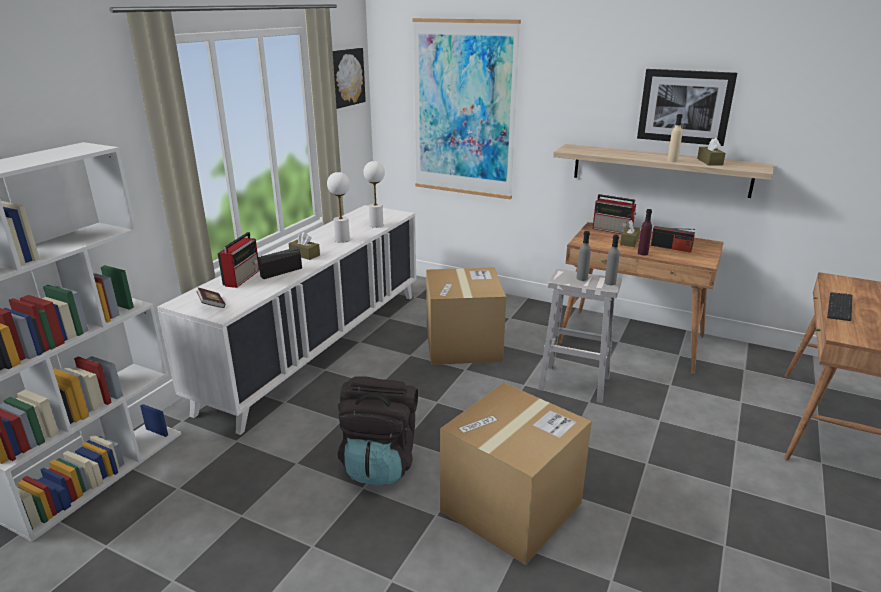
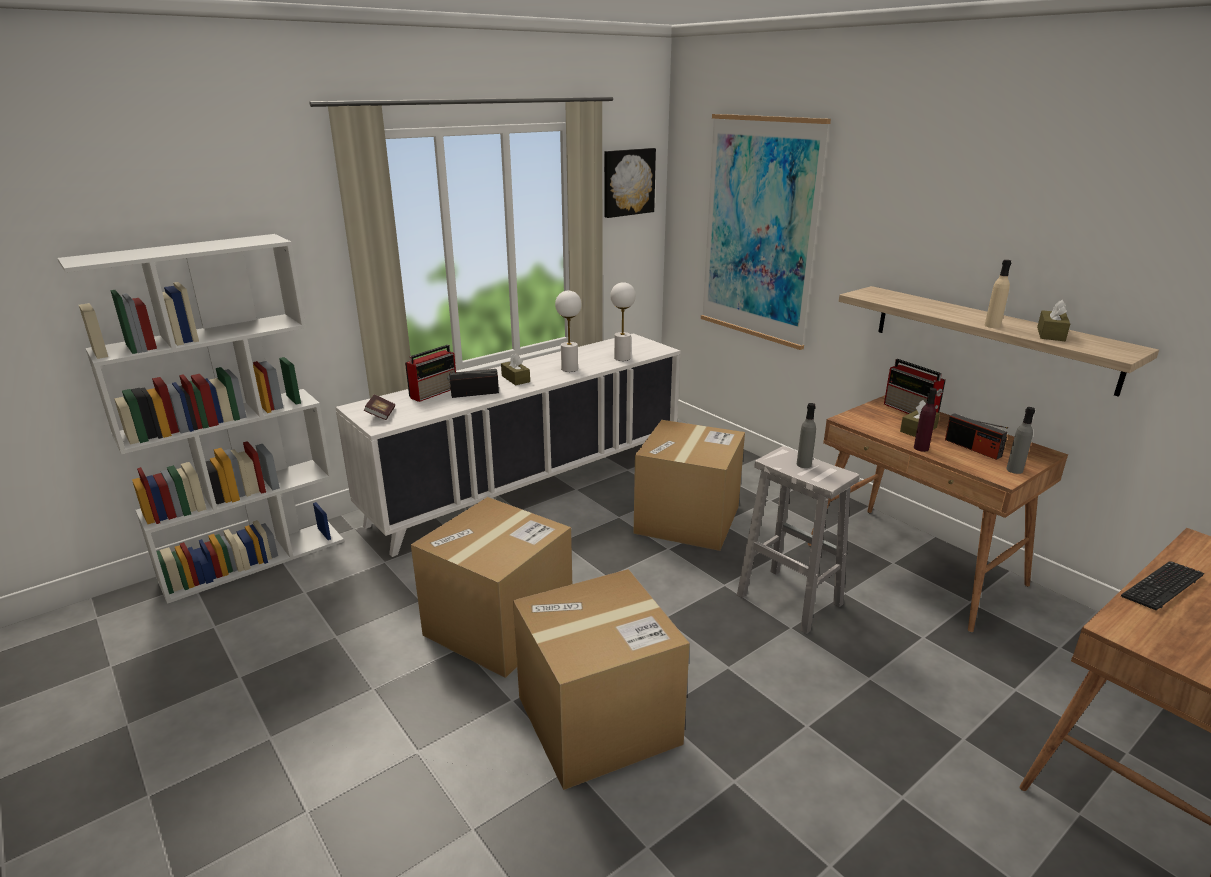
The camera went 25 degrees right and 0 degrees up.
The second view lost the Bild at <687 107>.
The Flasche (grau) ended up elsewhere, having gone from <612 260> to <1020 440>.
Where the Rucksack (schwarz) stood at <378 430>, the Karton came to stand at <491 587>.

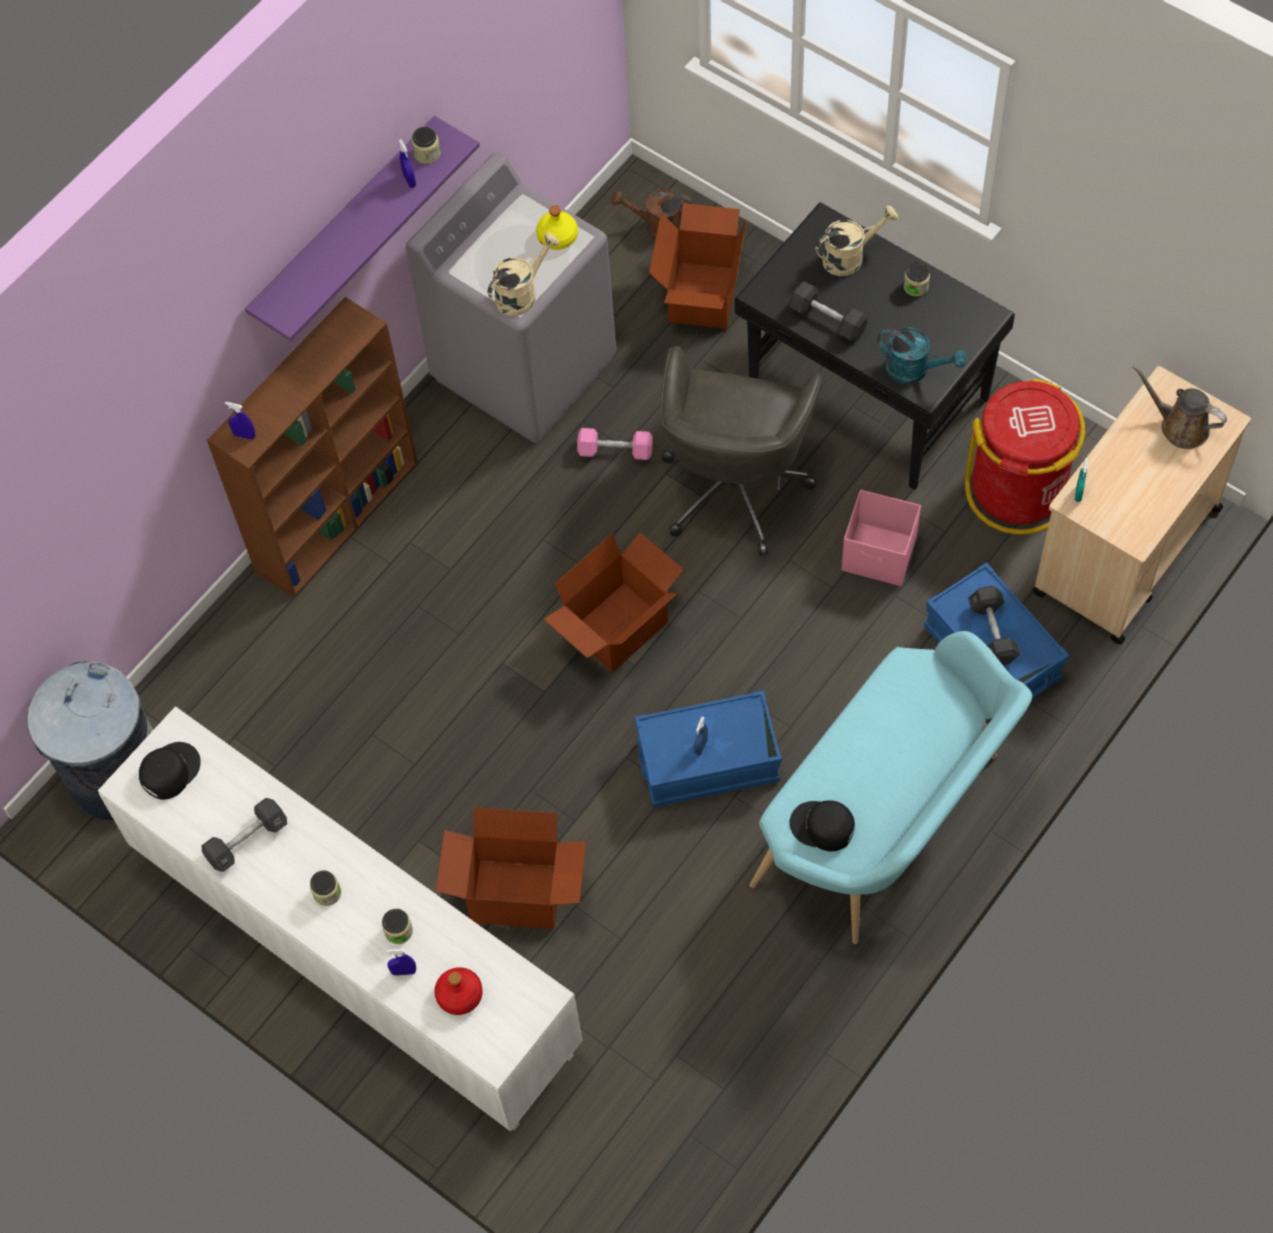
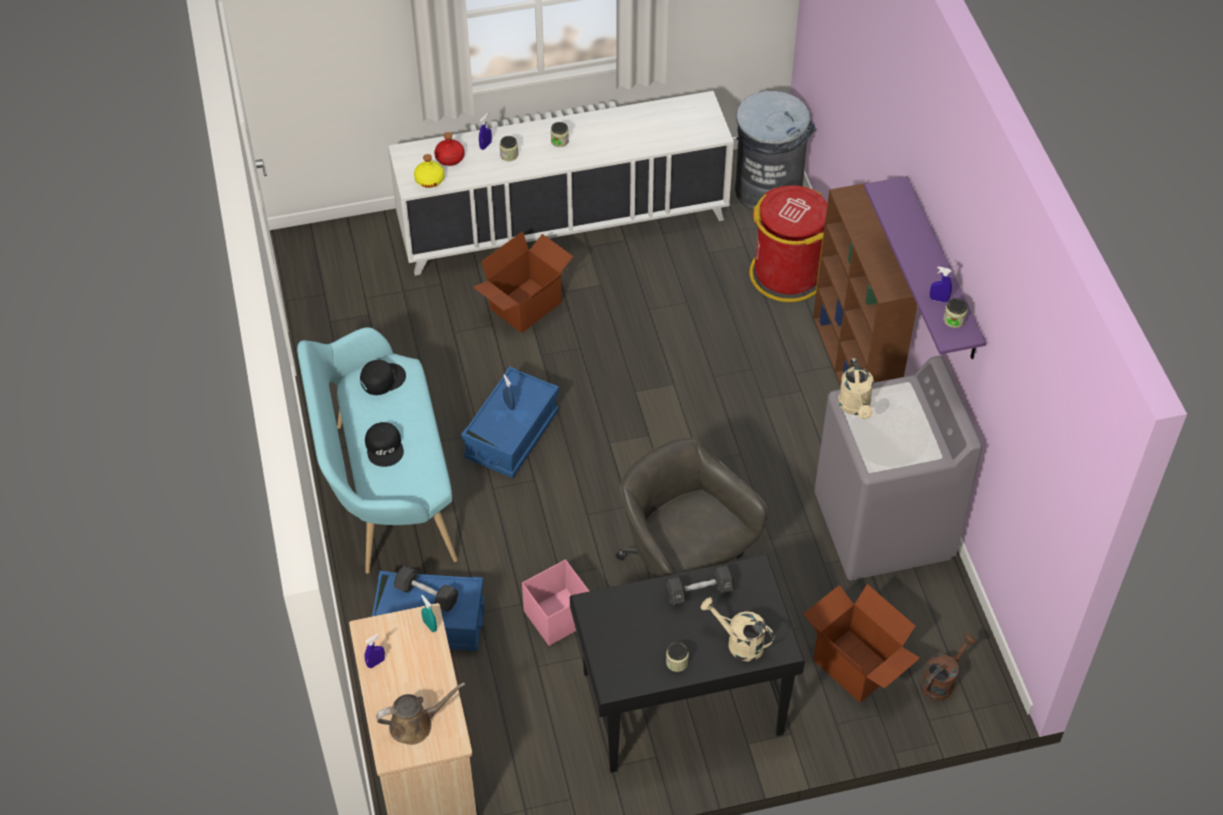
The camera went 125 degrees right and 10 degrees down.
The second view lost the Hantel (schwarz) at <244 835>.
The second view lost the Karton at <614 602>.
The second view lost the Hantel (rosa) at <615 444>.
The second view lost the Gießkanne (türkis) at <921 355>.
The Kappe (schwarz) ended up elsewhere, having gone from <170 771> to <384 444>.
The Sprühflasche (blau) ended up elsewhere, having gone from <240 421> to <374 651>.
The Flasche (gelb) ended up elsewhere, having gone from <557 227> to <429 171>.
The Mülleimer (rot) ended up elsewhere, having gone from <1025 456> to <788 243>.
The Gießkanne (beige) at <856 240> ended up facing another way, 105 degrees clockwise from before.

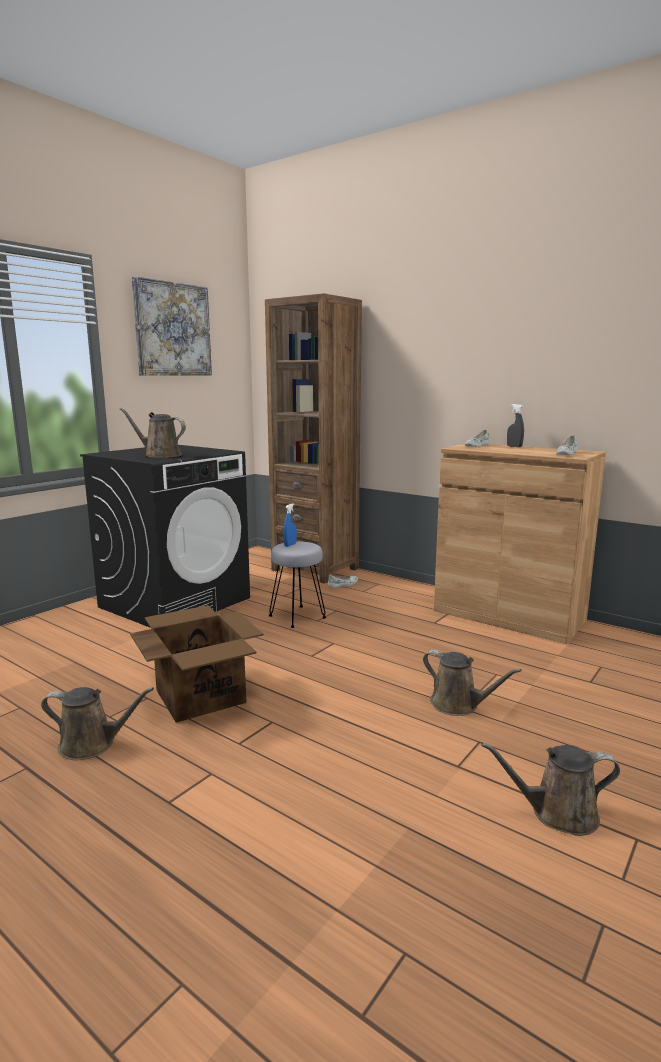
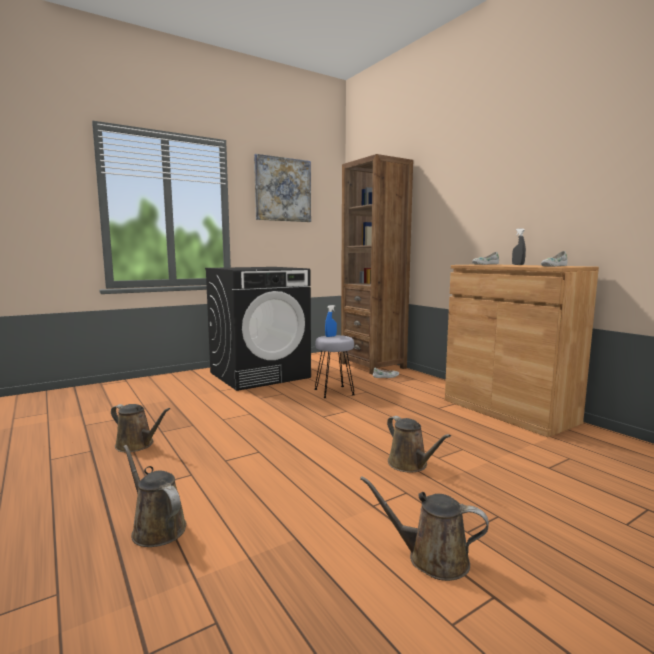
The camera went 20 degrees right and 5 degrees down.
The second view lost the Karton at <197 664>.
The Gießkanne (braun) ended up elsewhere, having gone from <153 433> to <154 496>.

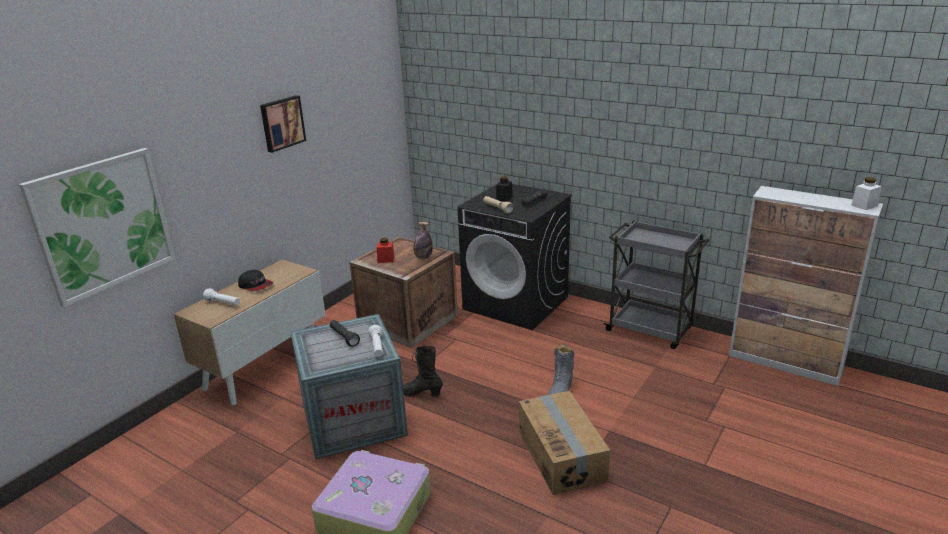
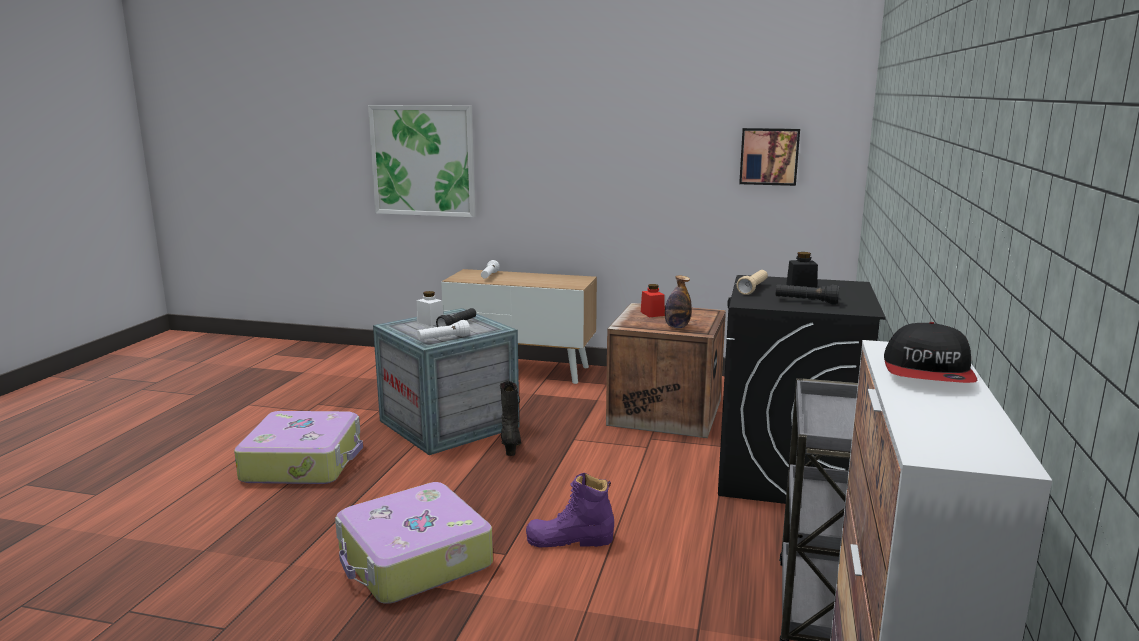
The camera went 70 degrees right and 10 degrees down.
The Kappe ended up elsewhere, having gone from <255 280> to <930 352>.
The Bild ended up elsewhere, having gone from <283 124> to <769 157>.
The Vorratsglas (weiß) ended up elsewhere, having gone from <866 193> to <430 308>.
Where the Karton stood at <564 443>, the Koffer came to stand at <414 542>.
What was the Stiefel (grau) at <561 369> turned into the Stiefel (lila) at <570 510>.

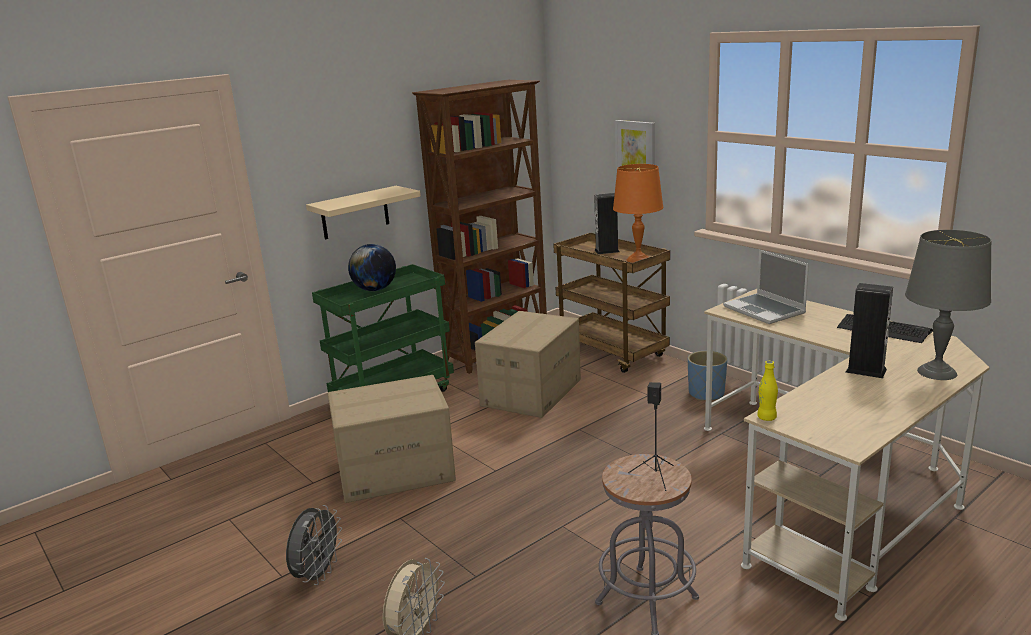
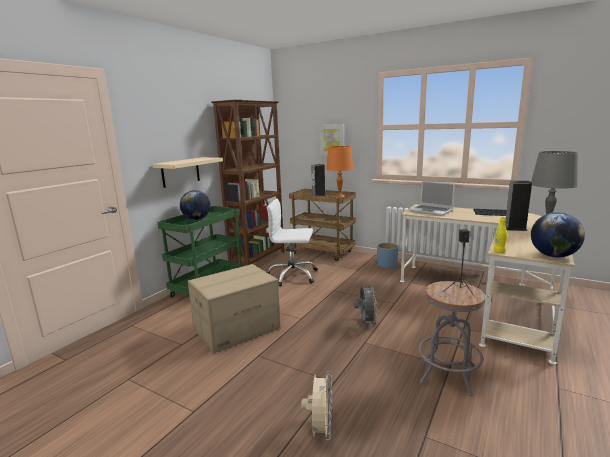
The camera went 20 degrees left and 5 degrees down.
The second view gained the Globus at <558 235>.
The Ventilator (grau) ended up elsewhere, having gone from <314 545> to <366 304>.
Where the Karton stood at <528 364>, the Bürostuhl (weiß) came to stand at <292 242>.

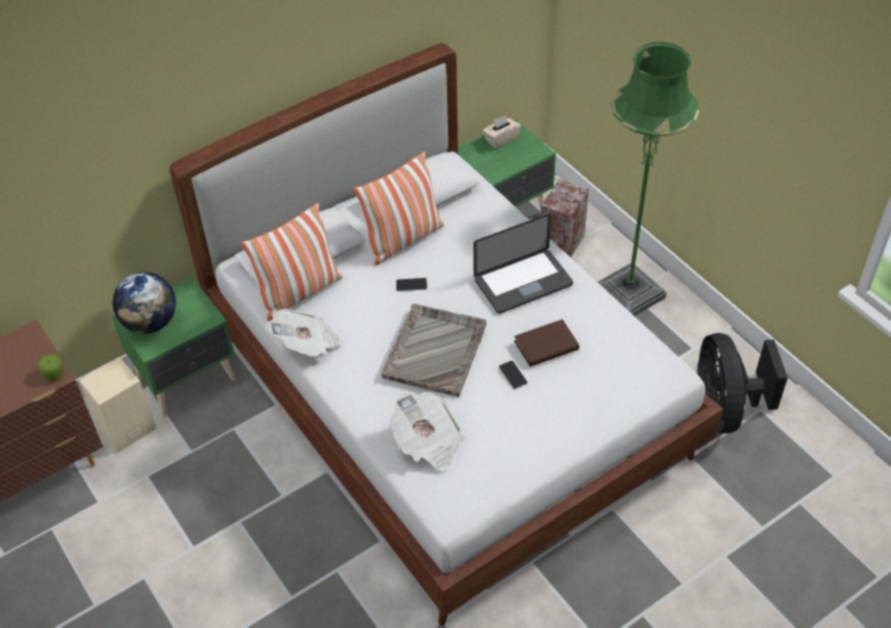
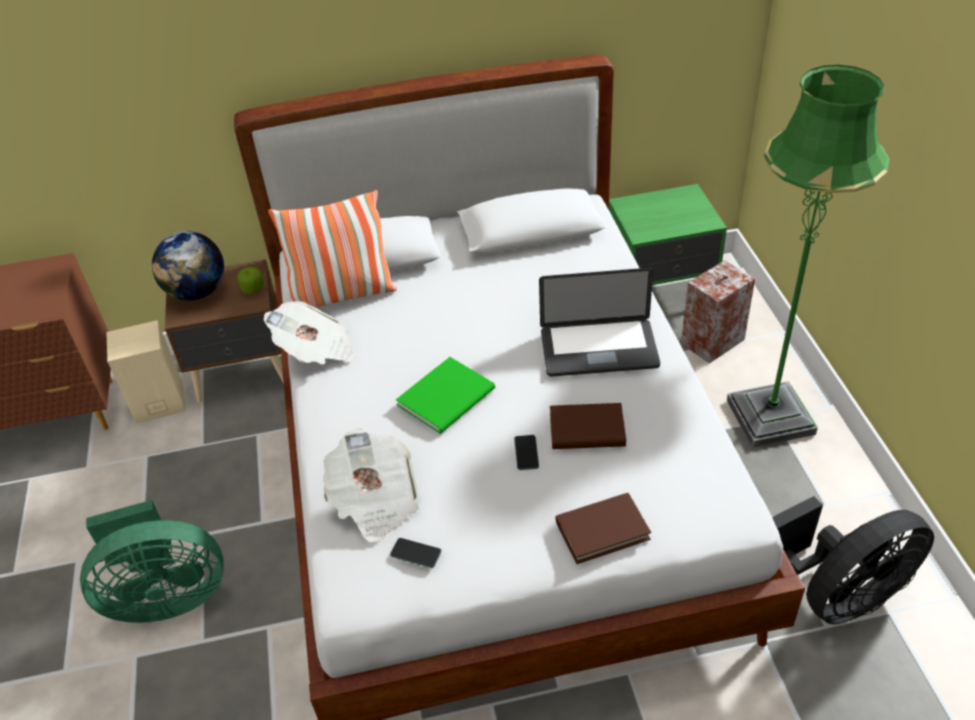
The camera went 25 degrees right and 5 degrees down.
The second view lost the Kissen at <398 208>.
The second view lost the Taschentuchbox (beige) at <502 132>.
The second view gained the Ventilator (grün) at <152 561>.
The second view gained the Buch (braun) at <603 528>.
The Apfel ended up elsewhere, having gone from <50 367> to <250 280>.
The Handy ended up elsewhere, having gone from <411 284> to <416 553>.
Where the Tablett (grau) stood at <434 350>, the Buch (grün) came to stand at <445 395>.
What was the Nachttisch (grün) at <174 347> turned into the Nachttisch (braun) at <224 331>.
The Ventilator (schwarz) at <742 383> ended up facing another way, 135 degrees counterclockwise from before.

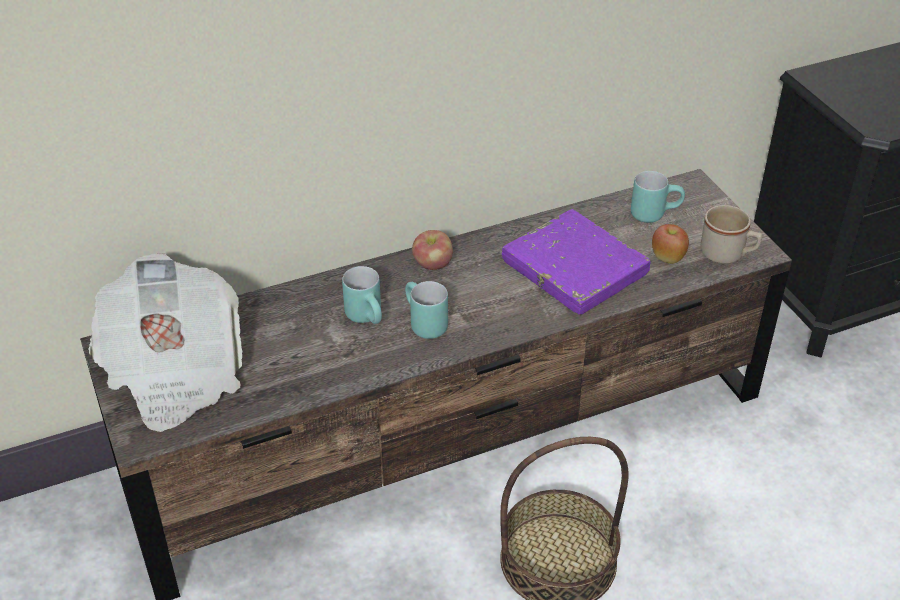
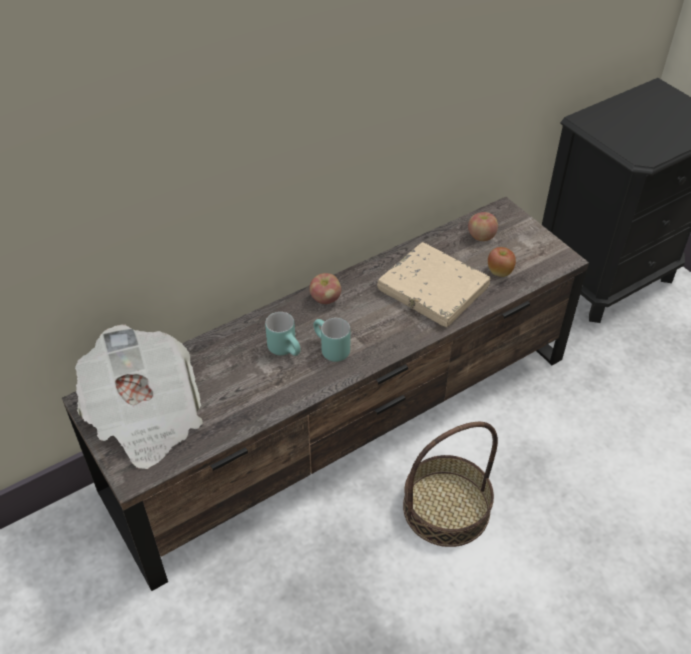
The camera went 10 degrees left and 5 degrees up.
The second view lost the Henkelbecher (beige) at <731 234>.
Where the Henkelbecher (türkis) stood at <658 197>, the Apfel came to stand at <483 226>.
What was the Buch (lila) at <576 262> turned into the Buch (beige) at <434 285>.

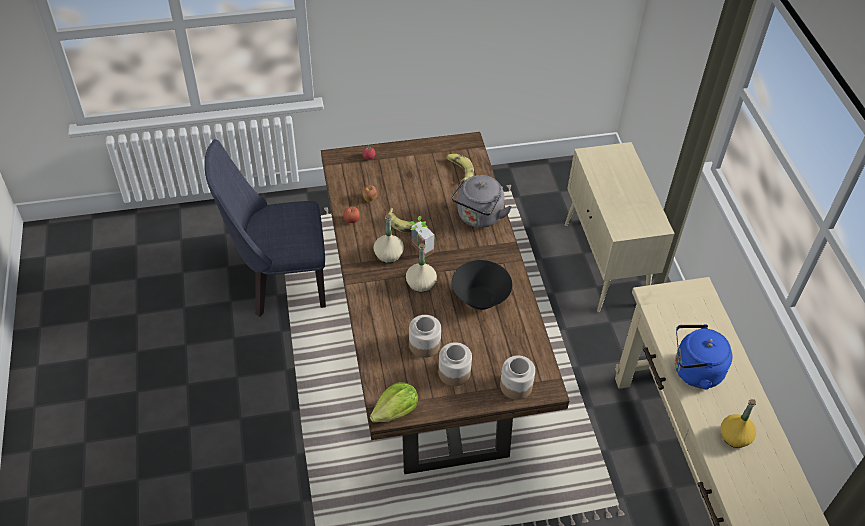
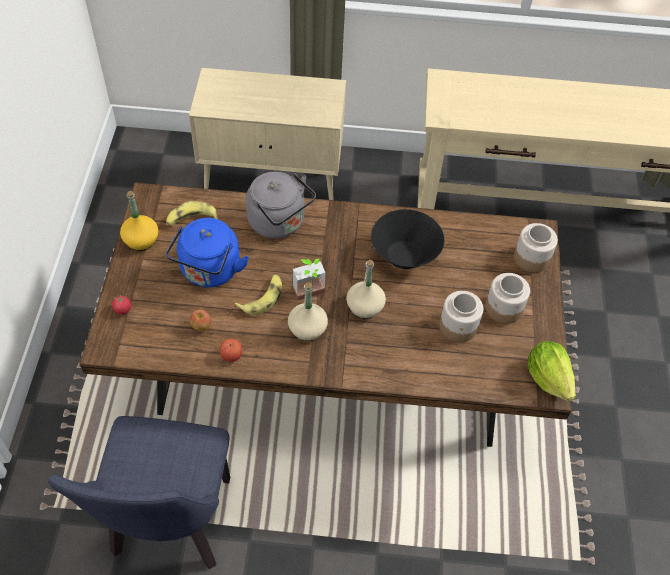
The camera went 75 degrees left and 5 degrees up.
The Wasserkessel (blau) ended up elsewhere, having gone from <703 356> to <207 252>.
The Flasche (gelb) ended up elsewhere, having gone from <738 423> to <139 221>.

